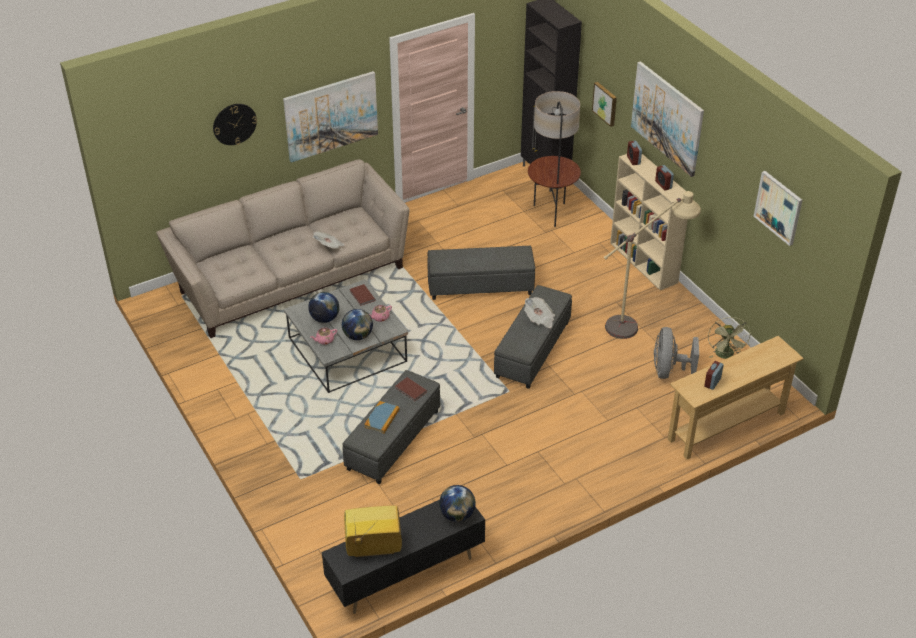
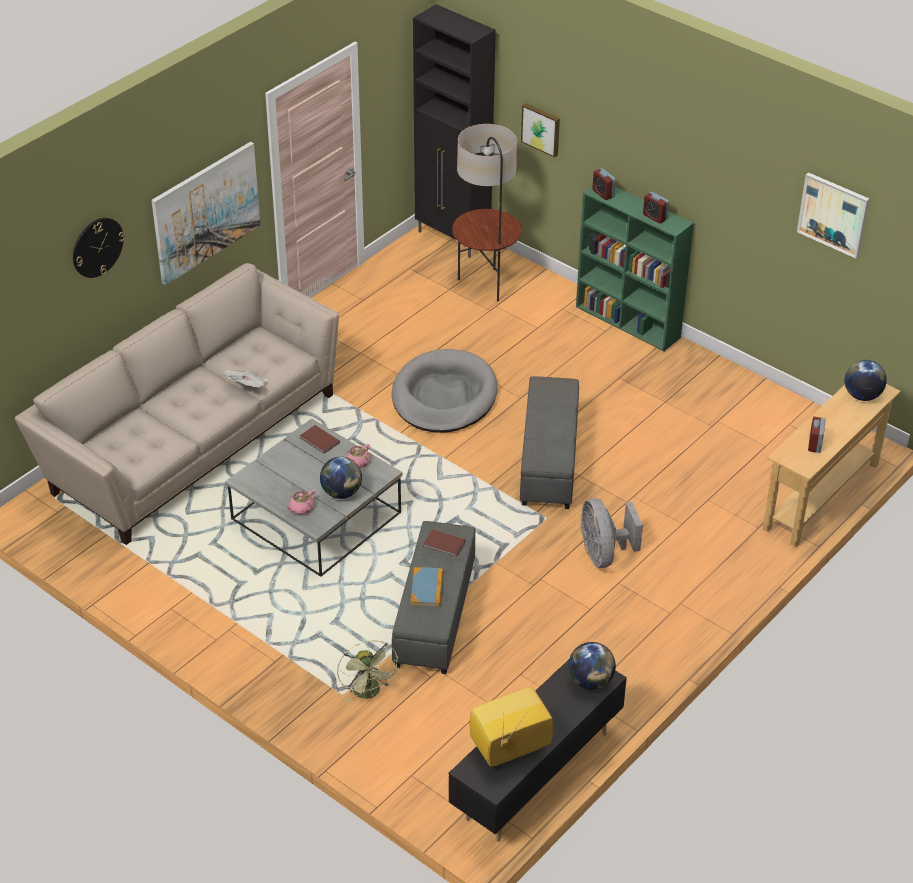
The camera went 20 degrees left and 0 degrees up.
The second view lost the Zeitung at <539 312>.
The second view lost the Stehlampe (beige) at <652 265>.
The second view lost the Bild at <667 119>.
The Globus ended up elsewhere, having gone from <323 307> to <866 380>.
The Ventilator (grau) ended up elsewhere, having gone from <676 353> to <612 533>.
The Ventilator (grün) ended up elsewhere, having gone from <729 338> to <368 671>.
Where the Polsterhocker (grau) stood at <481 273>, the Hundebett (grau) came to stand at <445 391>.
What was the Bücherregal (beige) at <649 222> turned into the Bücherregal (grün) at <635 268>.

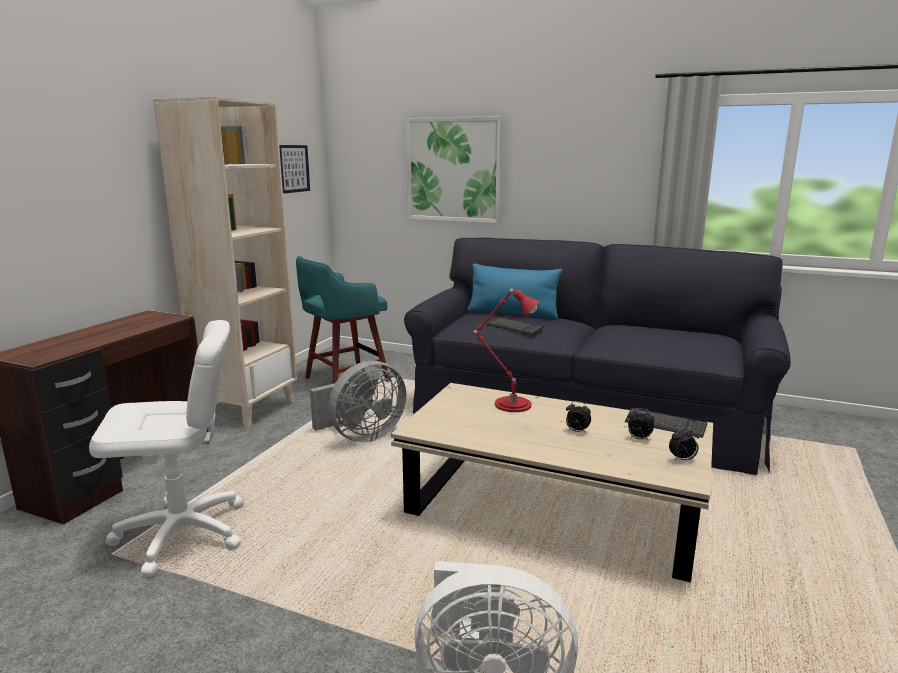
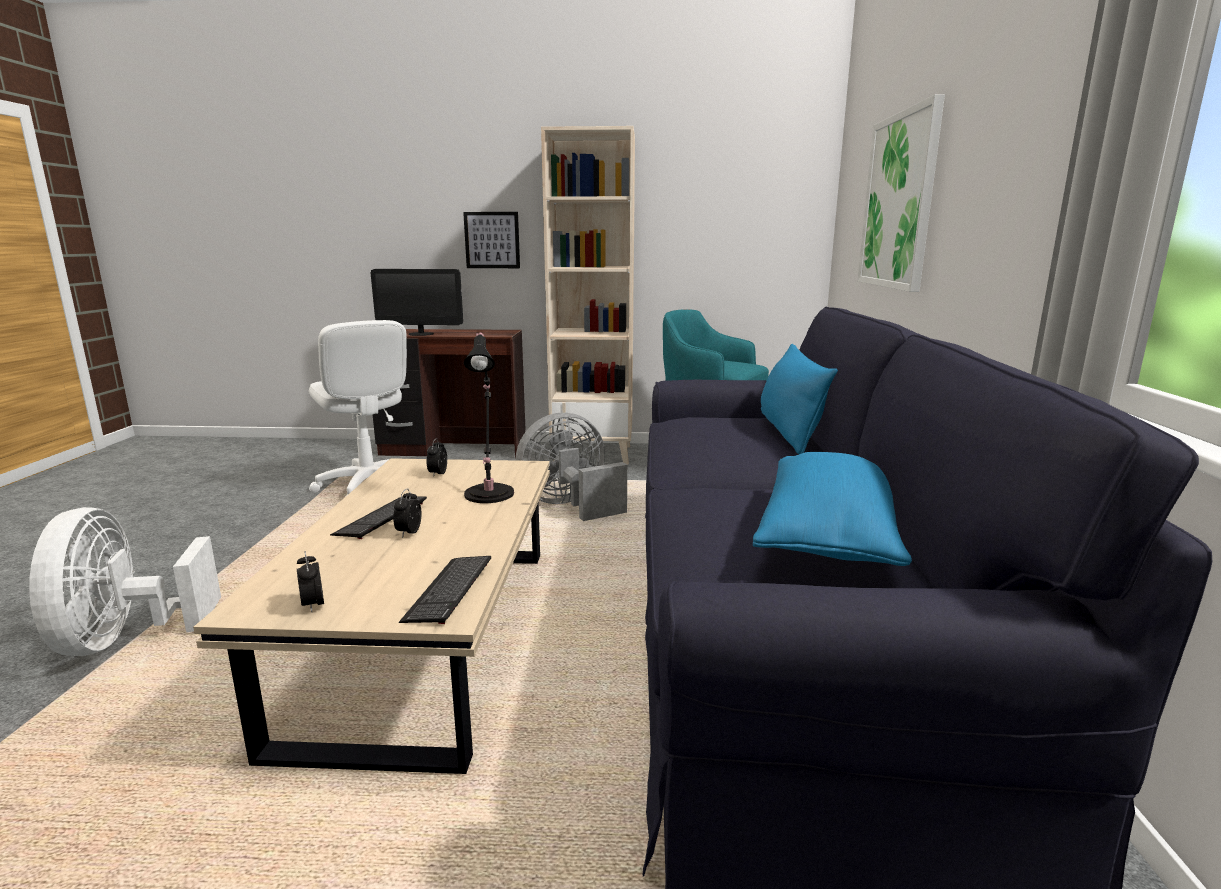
The camera went 70 degrees right and 0 degrees up.
The second view gained the Monitor at <417 302>.
The second view gained the Kissen (blau) at <832 509>.
The Bild ended up elsewhere, having gone from <294 169> to <491 240>.
The Tastatur ended up elsewhere, having gone from <515 326> to <378 518>.
The Wecker ended up elsewhere, having gone from <641 424> to <437 458>.
What was the Tischlampe (rot) at <506 350> turned into the Tischlampe (schwarz) at <489 418>.
The Ventilator (grau) at <358 401> ended up facing another way, 120 degrees clockwise from before.

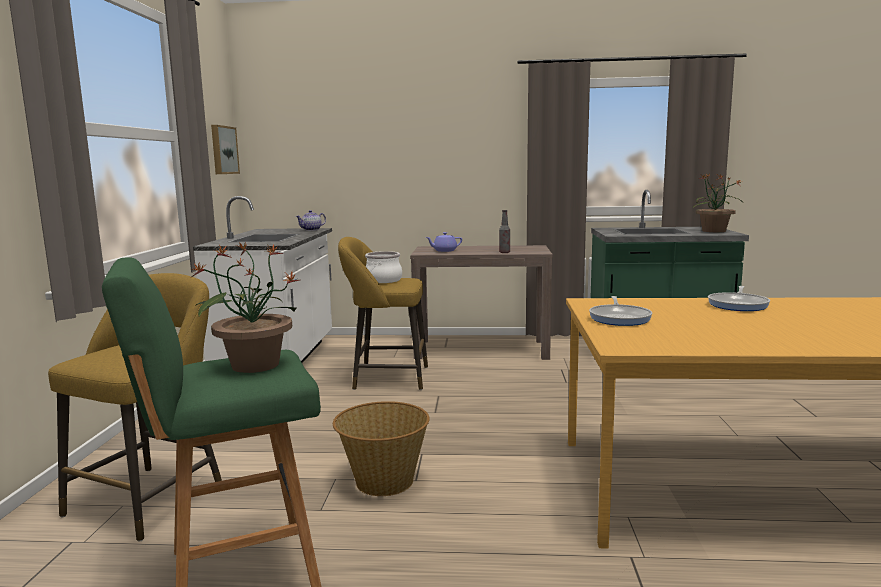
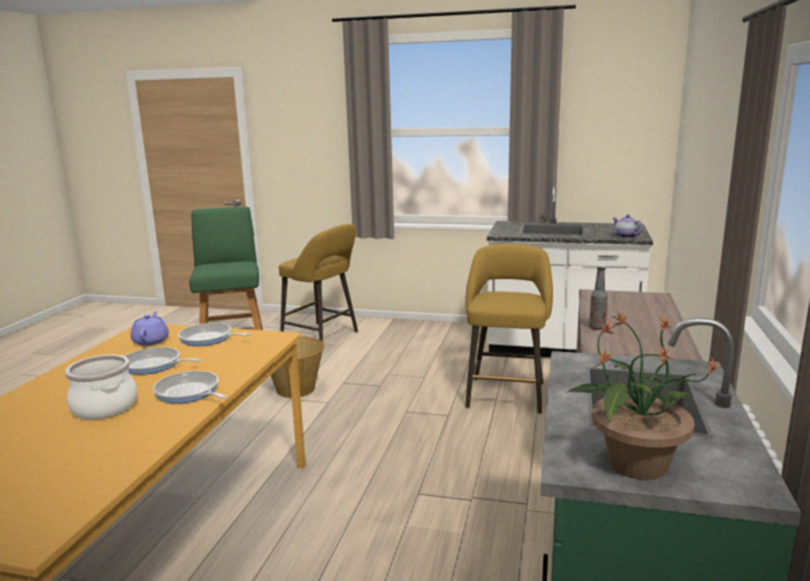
The camera went 100 degrees right and 5 degrees up.
The second view lost the Topfpflanze at <244 307>.
The second view lost the Bild at <225 149>.
The second view gained the Pfanne at <163 361>.
The Kochtopf ended up elsewhere, having gone from <383 267> to <101 387>.
The Teekanne (lila) ended up elsewhere, having gone from <443 242> to <149 328>.

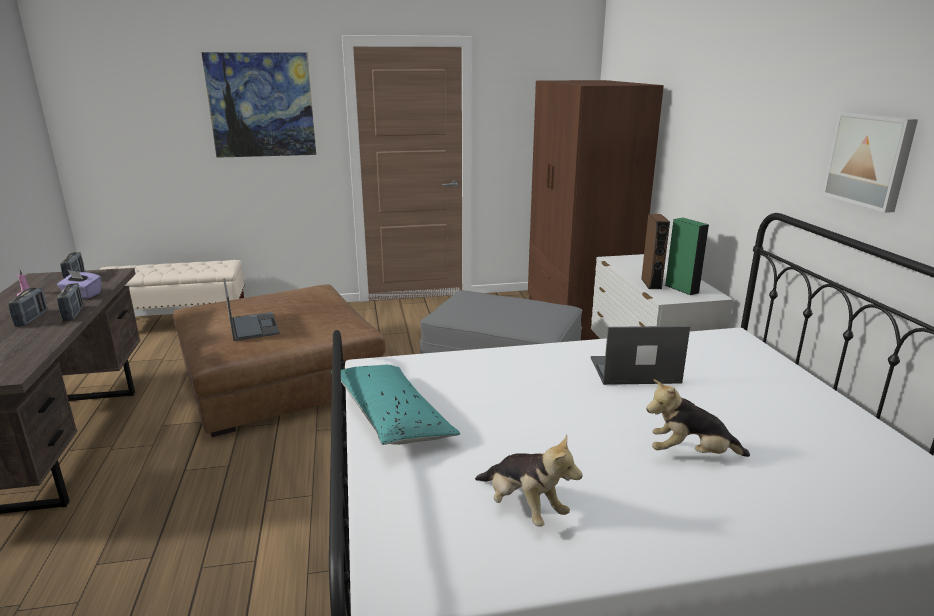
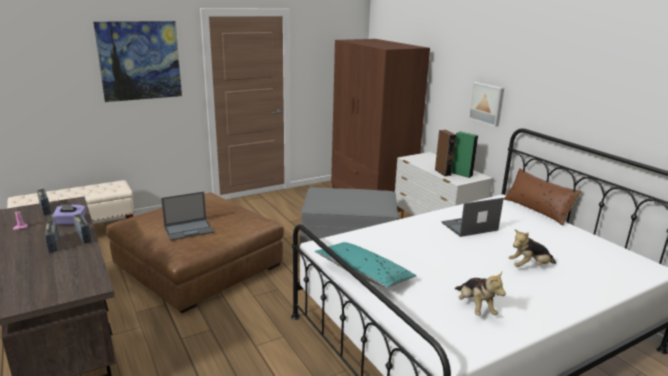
The camera went 20 degrees left and 0 degrees up.
The second view gained the Kissen (braun) at <542 197>.
The Bild ended up elsewhere, having gone from <870 162> to <486 104>.
The Laptop at <251 309> ended up facing another way, 105 degrees clockwise from before.
The Plüschtier at <529 481> ended up facing another way, 45 degrees clockwise from before.

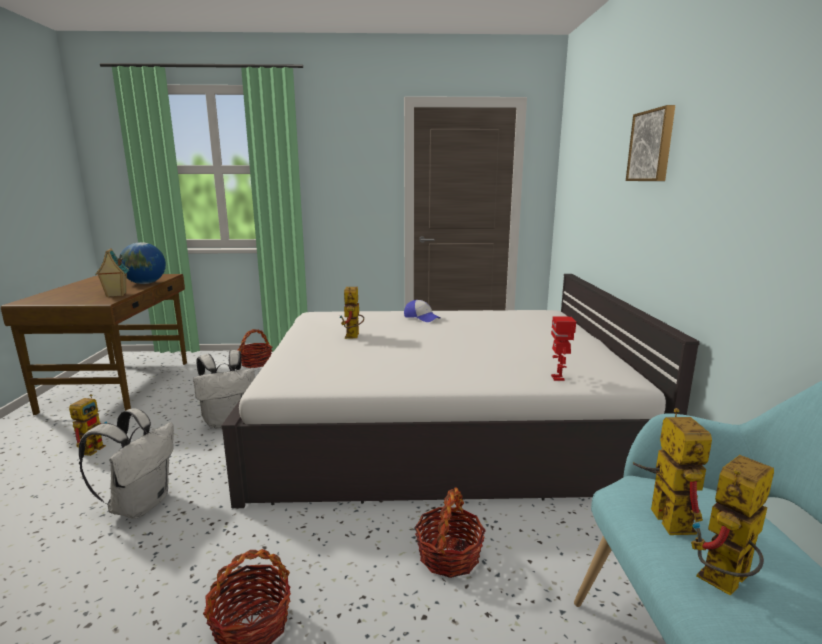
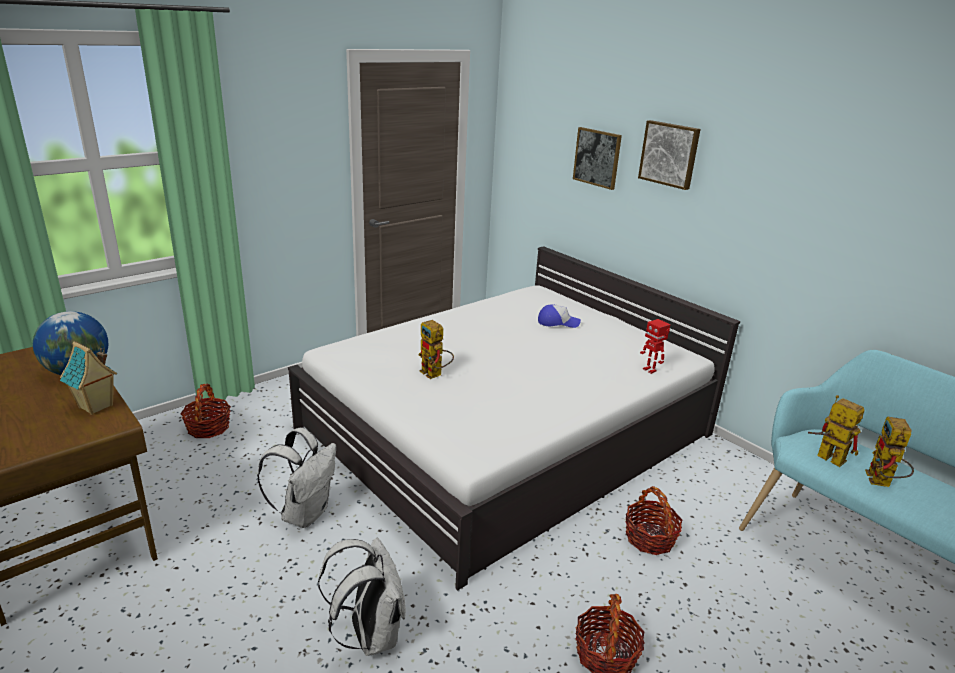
The camera went 40 degrees left and 10 degrees up.
The second view lost the Spielzeugroboter at <88 425>.
The second view gained the Bild at <597 158>.
The Kappe ended up elsewhere, having gone from <422 311> to <559 316>.

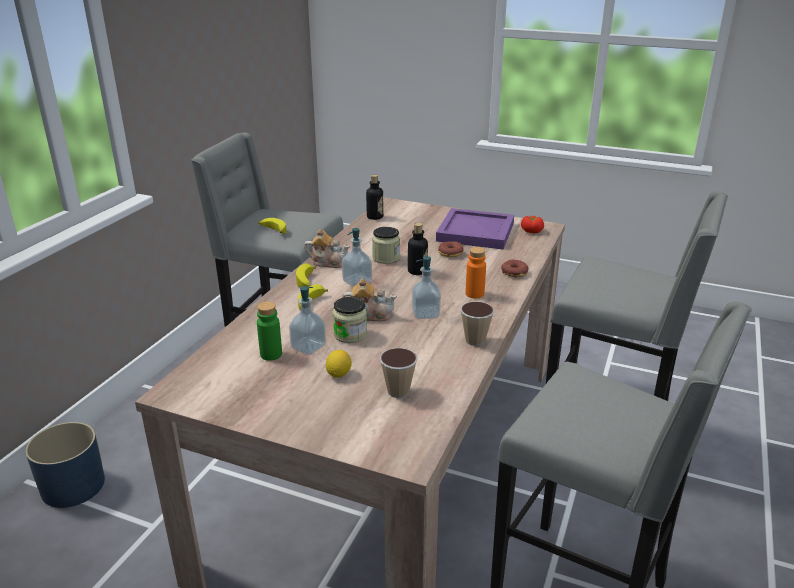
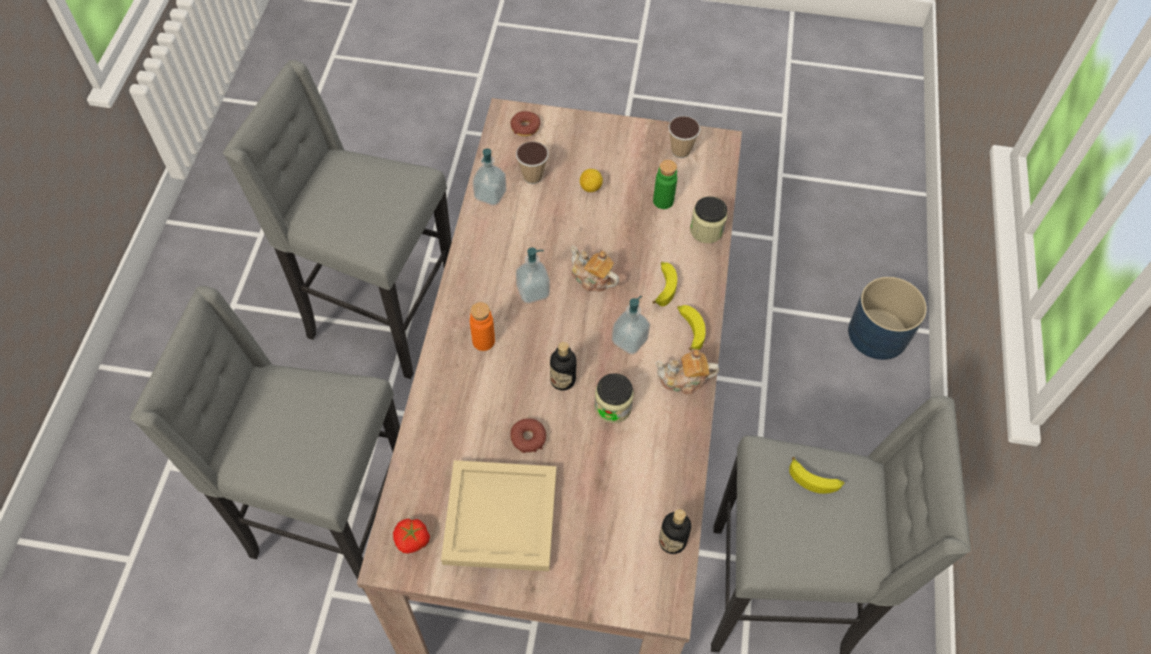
The camera went 165 degrees right and 30 degrees up.
The Seifenspender ended up elsewhere, having gone from <307 320> to <489 176>.
The Vorratsglas ended up elsewhere, having gone from <350 320> to <709 219>.
The Tasse ended up elsewhere, having gone from <477 323> to <684 137>.
The Donut ended up elsewhere, having gone from <514 268> to <525 124>.
What was the Tablett (lila) at <475 229> turned into the Tablett (beige) at <498 515>.
The Teekanne at <369 299> ended up facing another way, 45 degrees clockwise from before.

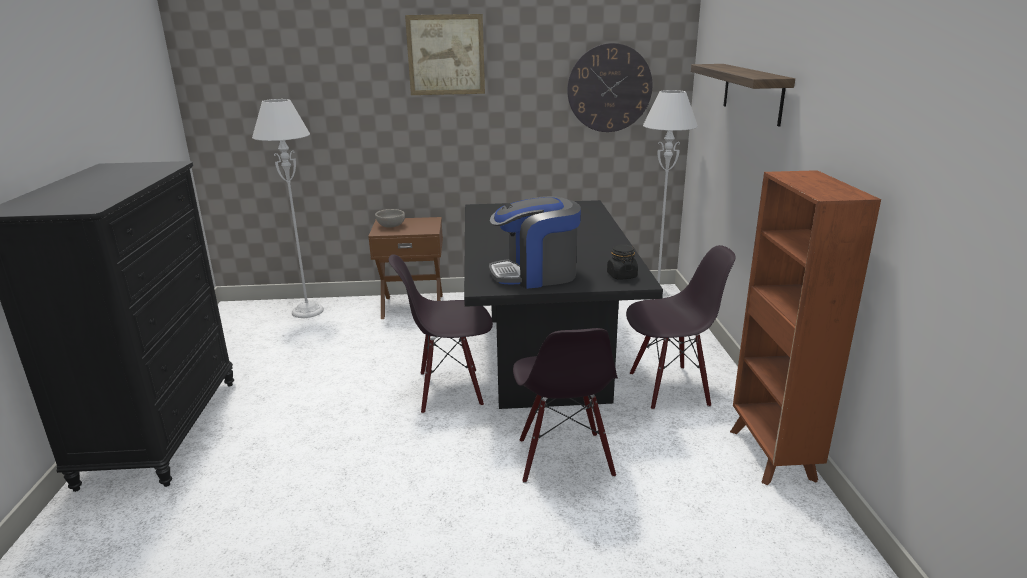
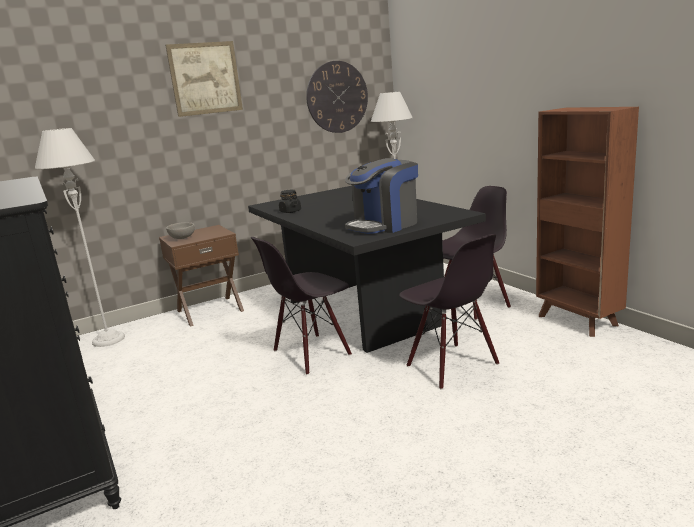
The camera went 25 degrees left and 5 degrees down.
The second view lost the Wandregal at <743 95>.
The Vorratsglas (schwarz) ended up elsewhere, having gone from <622 262> to <290 201>.

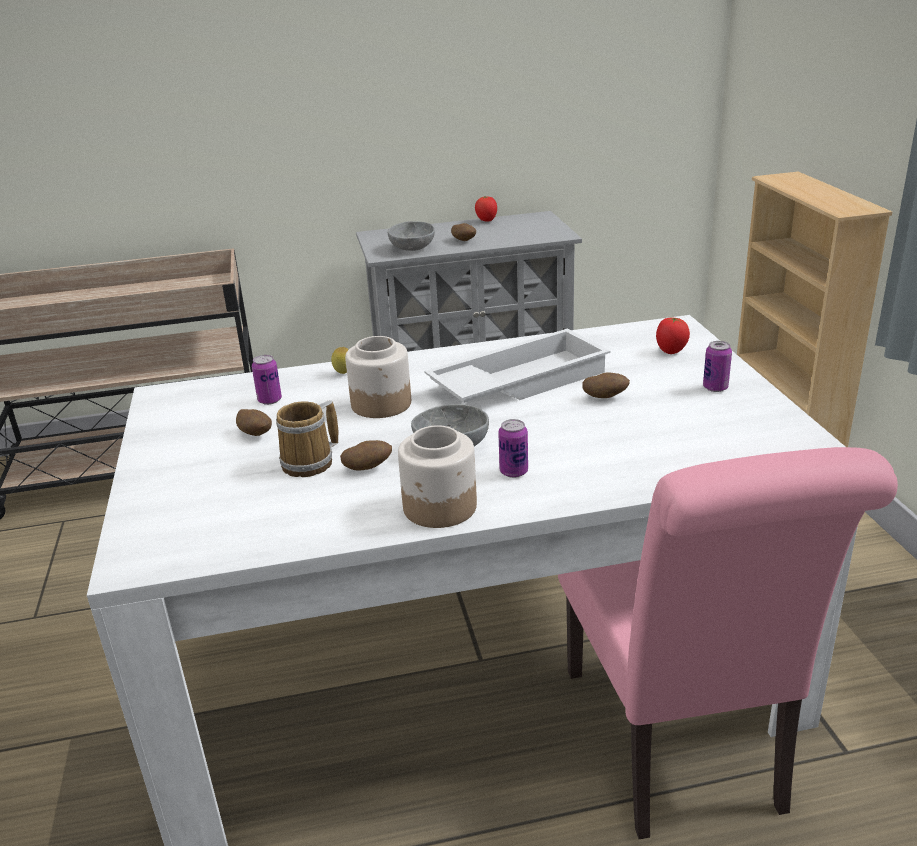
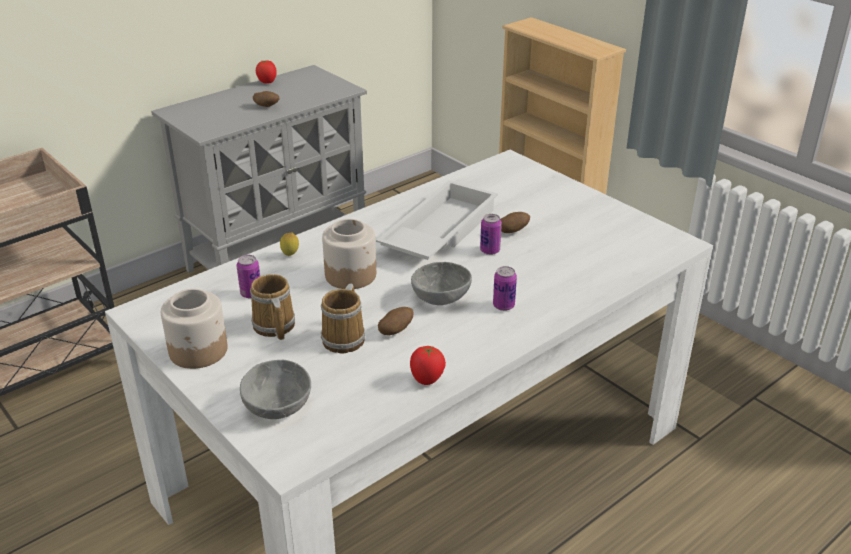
The camera went 30 degrees left and 5 degrees up.
The second view lost the Stuhl (rosa) at <728 643>.
The Schüssel (grau) ended up elsewhere, having gone from <411 236> to <275 389>.
The Vorratsglas ended up elsewhere, having gone from <437 476> to <194 329>.
The Tomate ended up elsewhere, having gone from <673 335> to <428 365>.
The Dose ended up elsewhere, having gone from <717 366> to <491 234>.
Where the Kartoffel stood at <254 422>, the Henkelbecher came to stand at <272 307>.

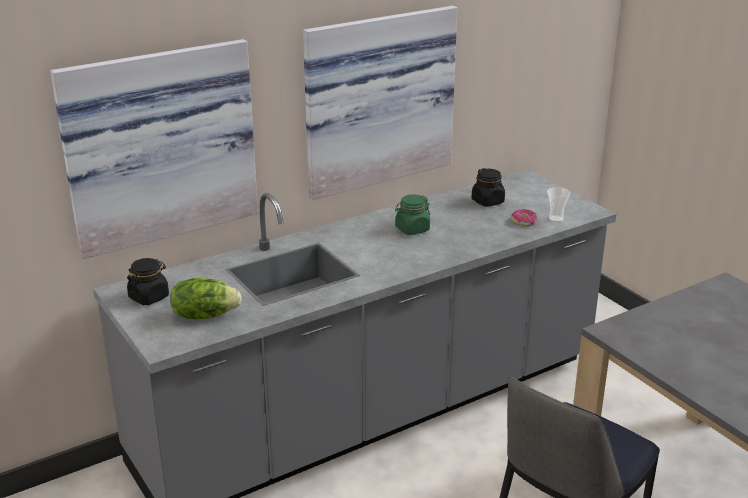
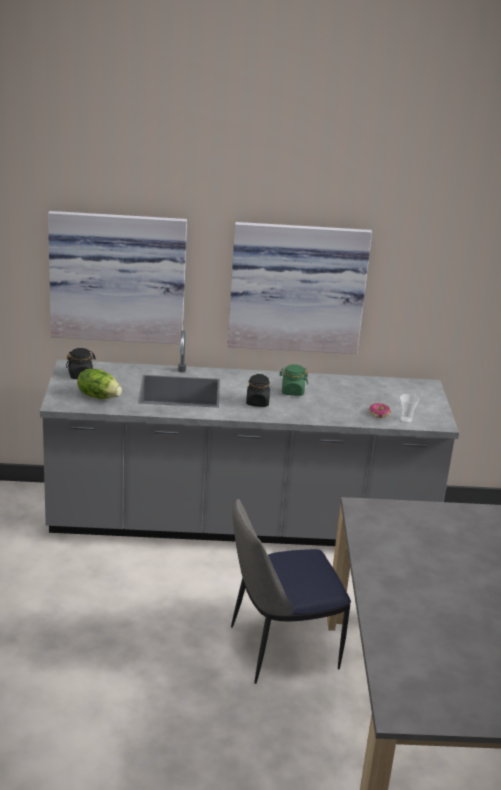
The camera went 30 degrees right and 0 degrees up.
The Vorratsglas (schwarz) ended up elsewhere, having gone from <488 187> to <258 390>.

